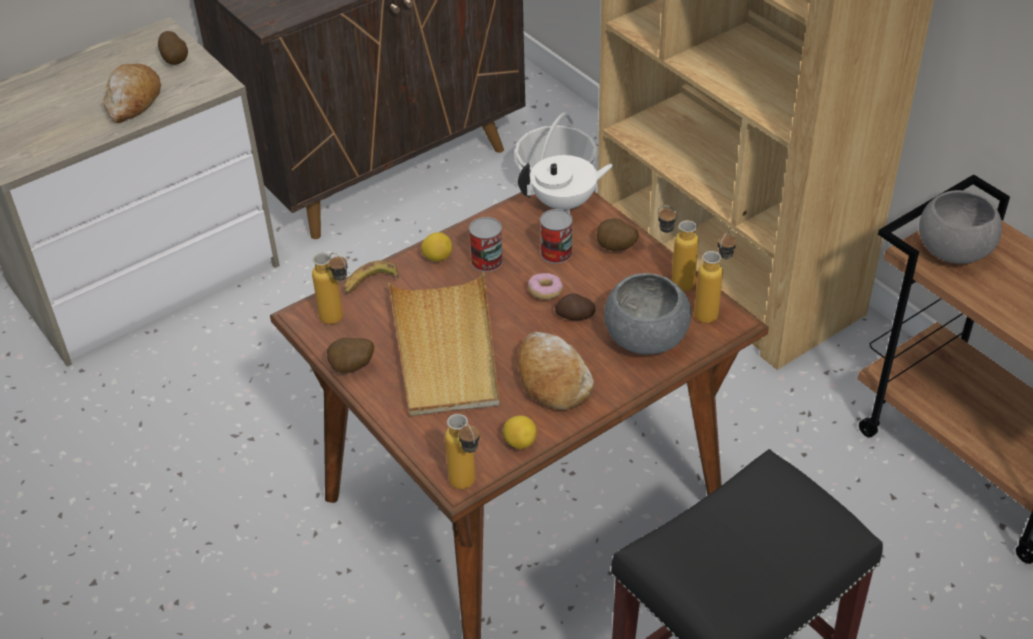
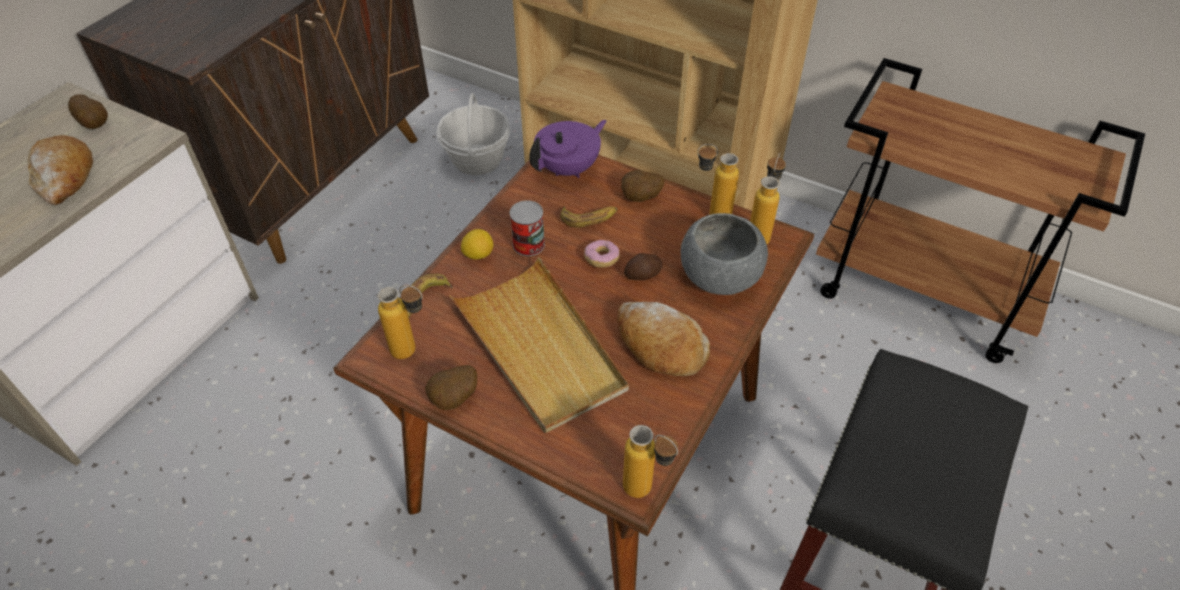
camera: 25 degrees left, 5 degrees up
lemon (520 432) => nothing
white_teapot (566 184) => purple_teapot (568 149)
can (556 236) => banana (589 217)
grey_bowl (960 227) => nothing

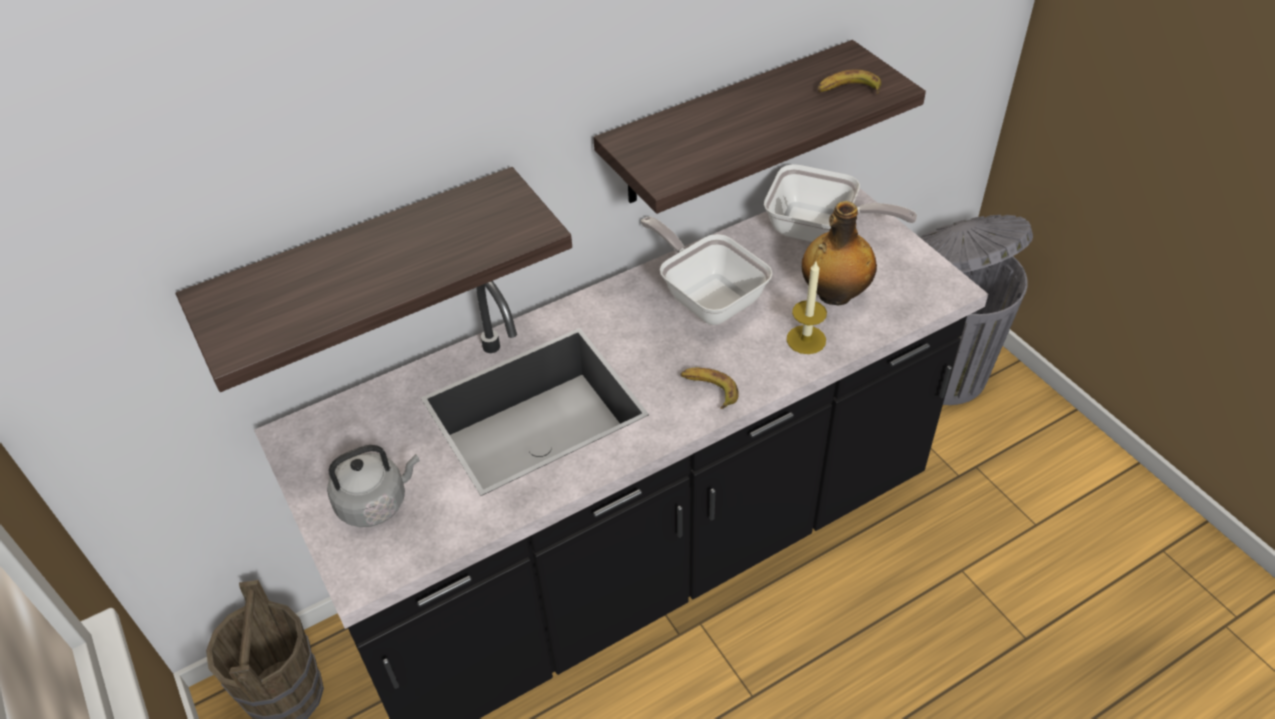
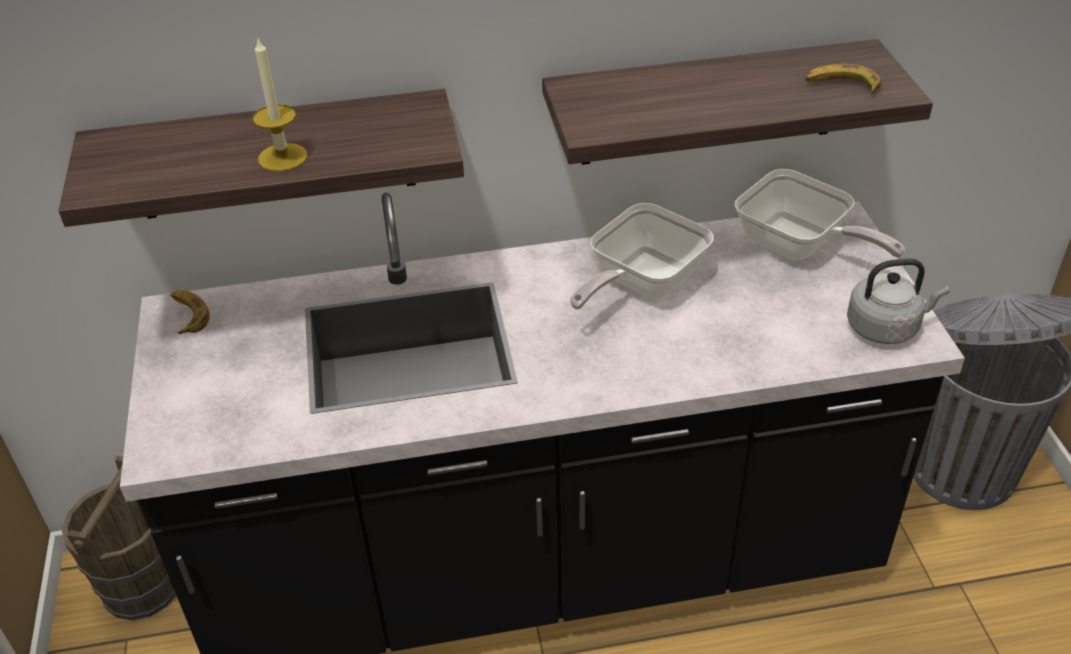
camera: 20 degrees right, 5 degrees down
grey_kettle (373 486) => grey_kettle (898 301), move
frying_pan (707 271) => frying_pan (642 256), 120 degrees counterclockwise
banana (709 388) => banana (190 312), move
candle (806 308) => candle (280 105), move
bottle (839 253) => nothing

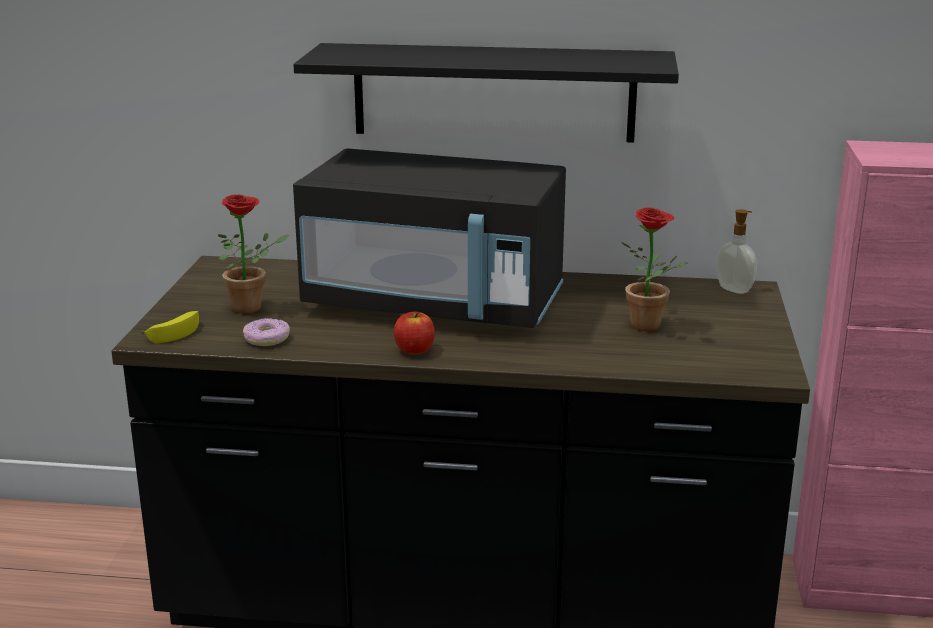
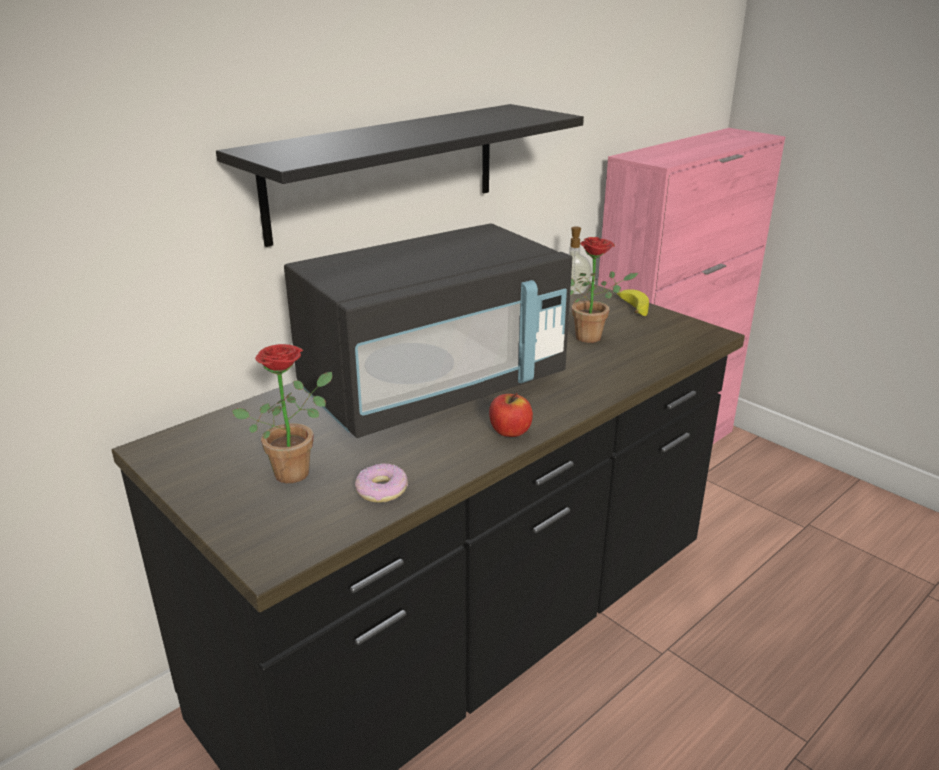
camera: 50 degrees left, 5 degrees up
banana (170 327) => banana (633 302), move

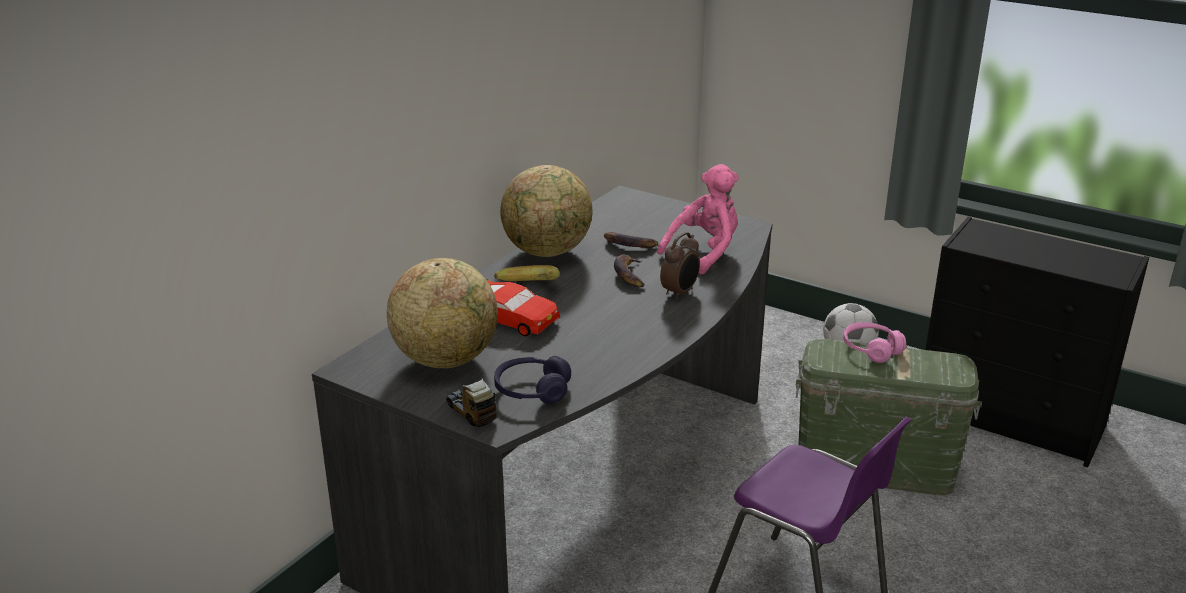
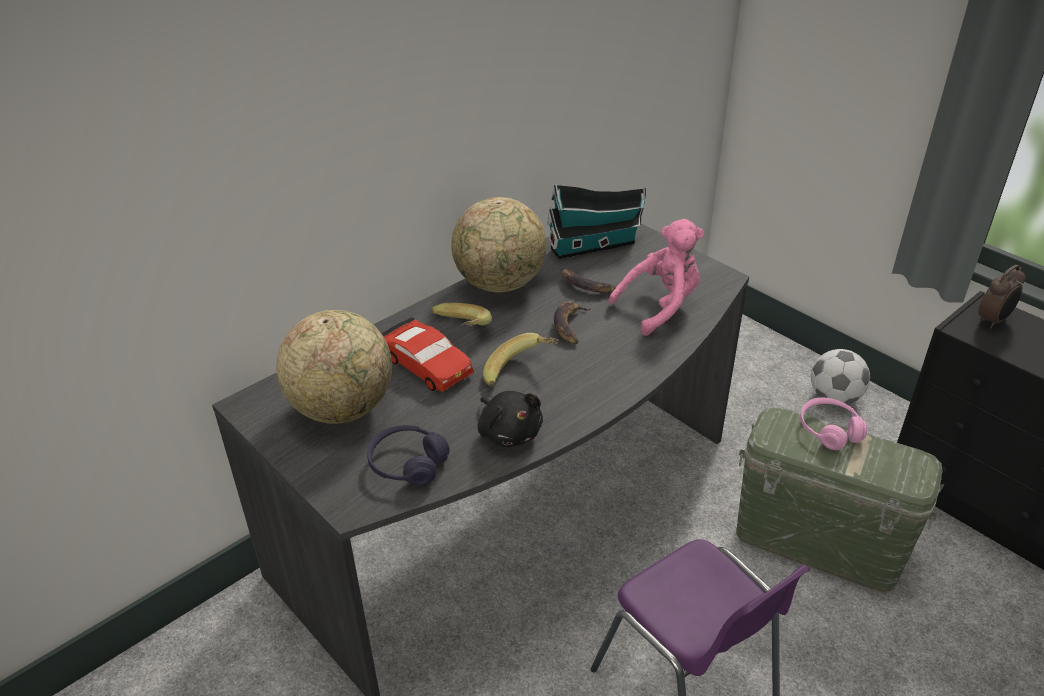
camera: 15 degrees right, 10 degrees up
toy_truck (471 402) => nothing
alarm_clock (680 266) => alarm_clock (1001 297), move
nothing => black_plush_toy (510 419)
nothing => banana (521 359)
nothing => toy_house (596 221)

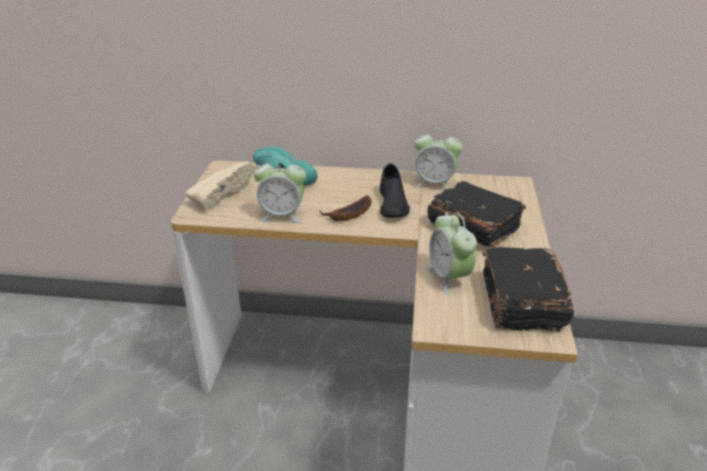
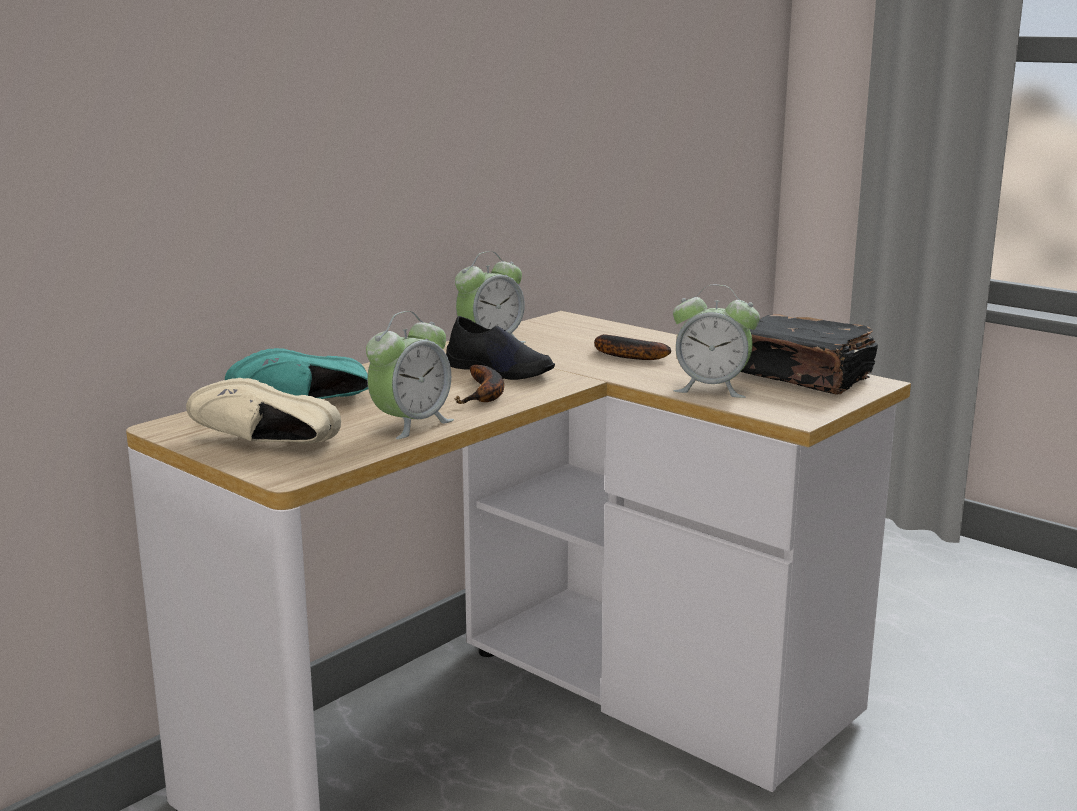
camera: 55 degrees left, 15 degrees down
beige_shoe (219 186) => beige_shoe (263 411), 60 degrees counterclockwise
black_book (476 214) => banana (632 347)

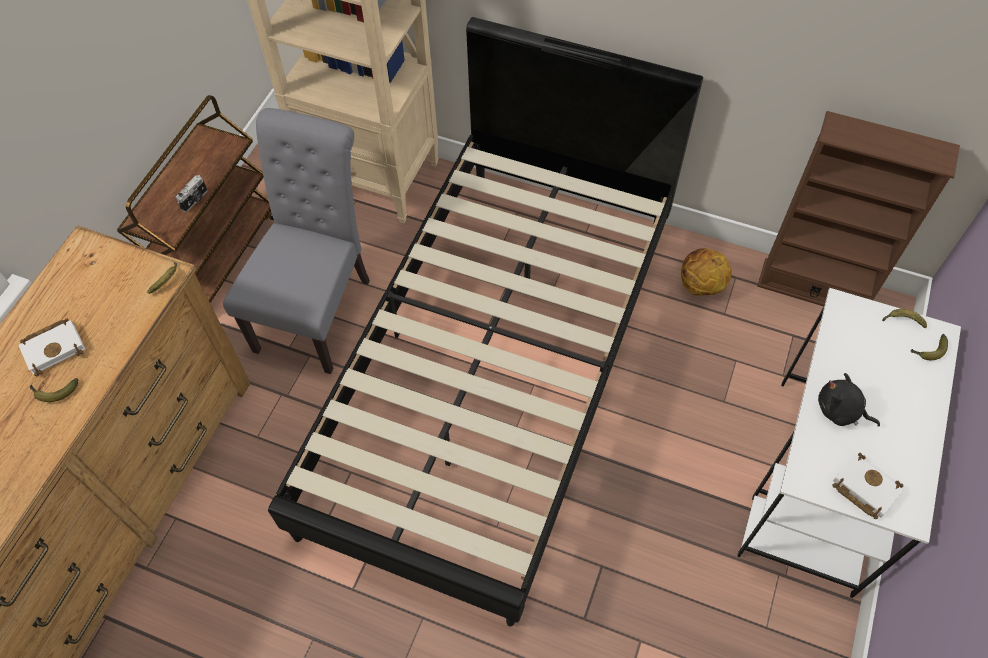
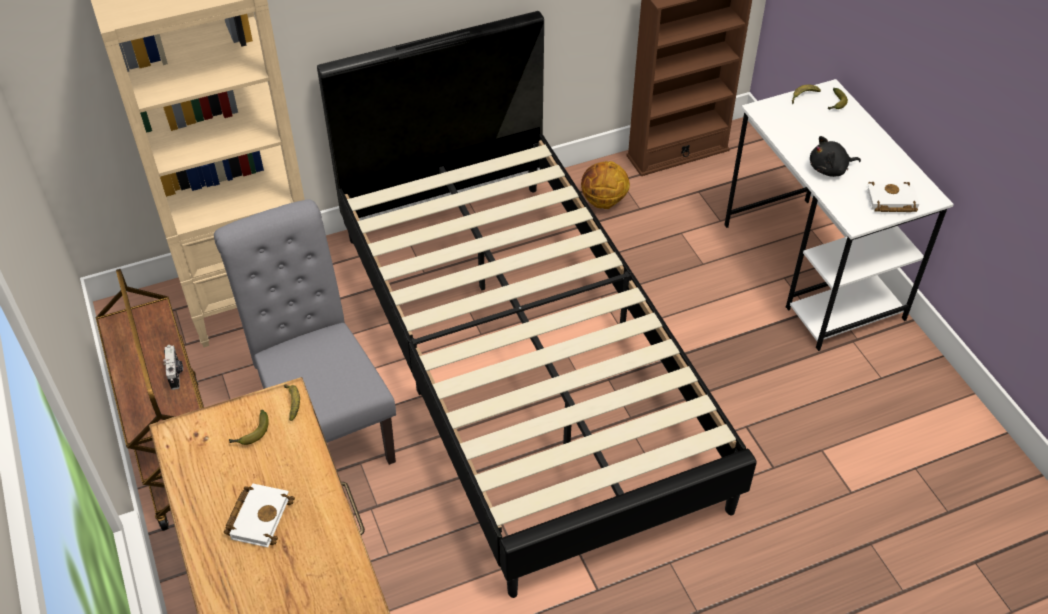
camera: 45 degrees left, 10 degrees down
banana (54 390) => banana (249 427), move

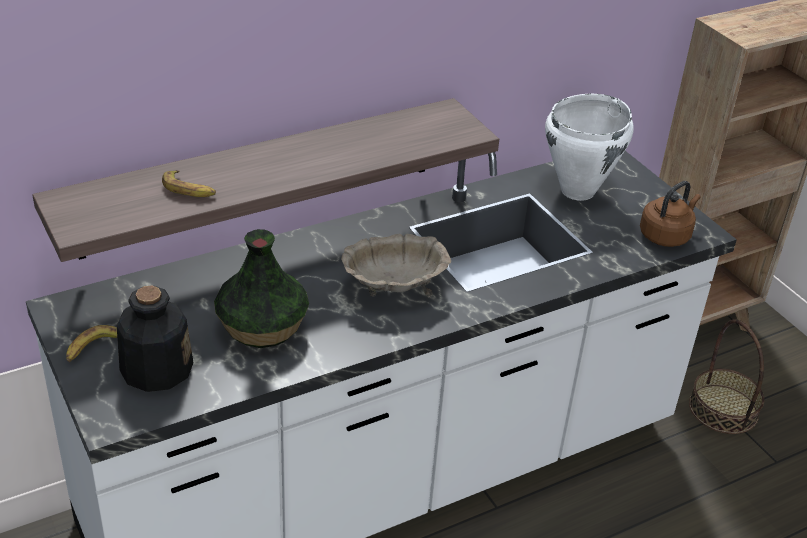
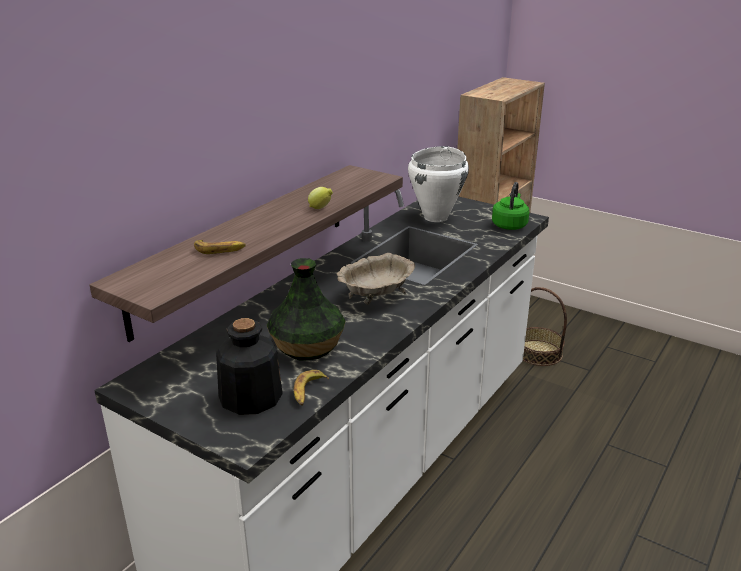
camera: 25 degrees left, 10 degrees down
banana (91 343) => banana (311 388), move
brown_kettle (670 214) => green_kettle (510 206)
nothing => lemon (320 198)

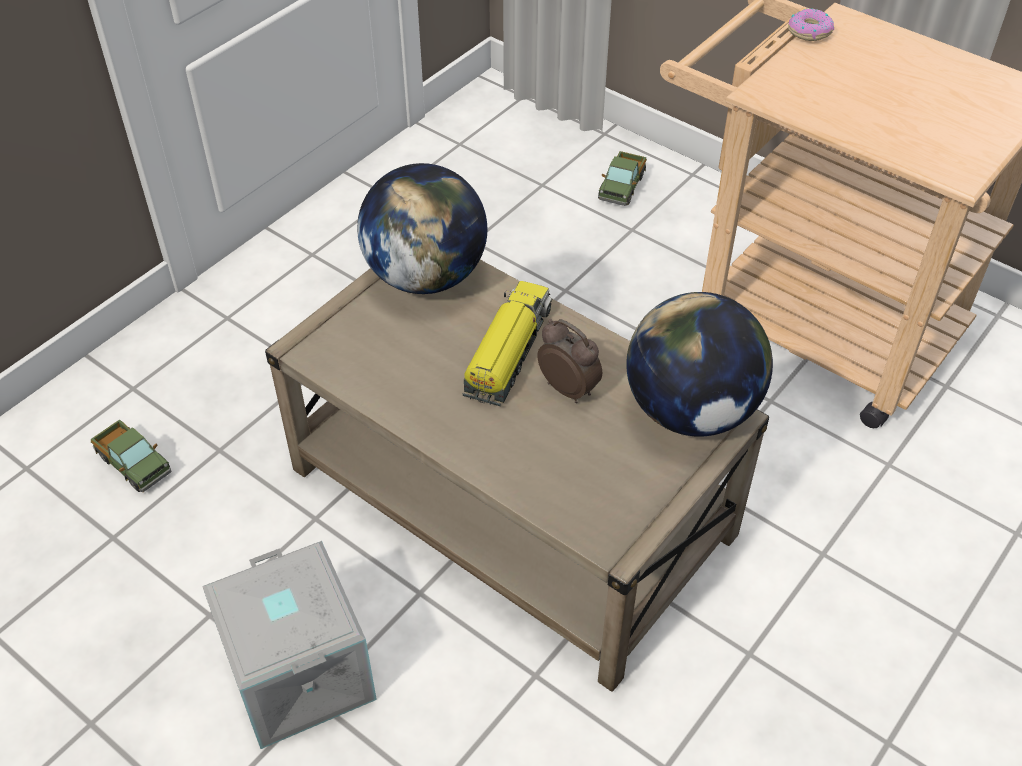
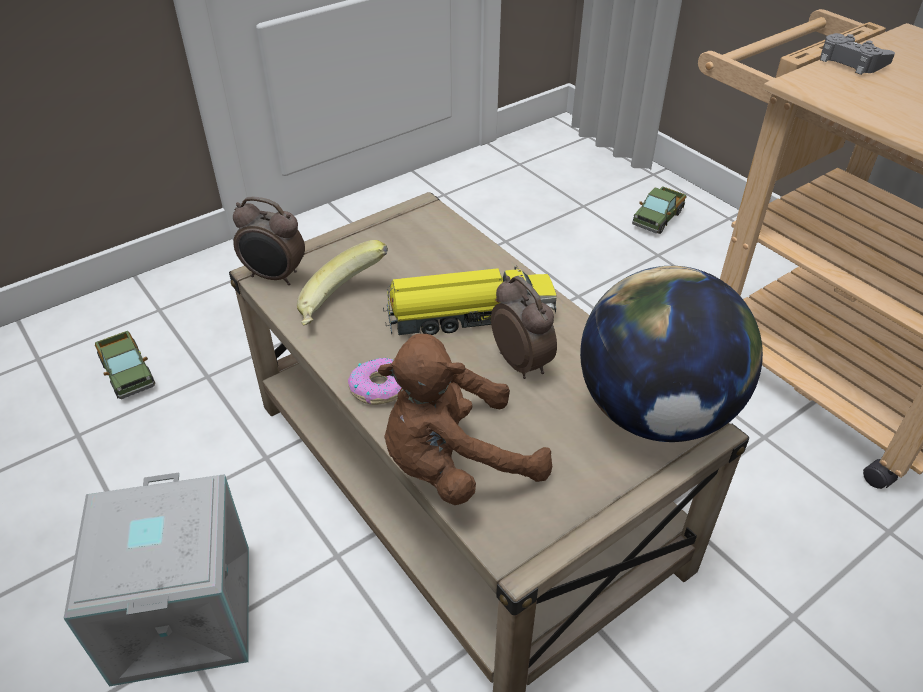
camera: 15 degrees right, 5 degrees down
globe (422 228) => nothing
toy_truck (507 343) => toy_truck (470 300), 45 degrees clockwise
donut (811 24) => donut (374 381), move
nothing => alarm_clock (269 241)
nothing => banana (342 283)
nothing => brown_plush_toy (465 419)
nothing => grey_game_controller (857 54)

